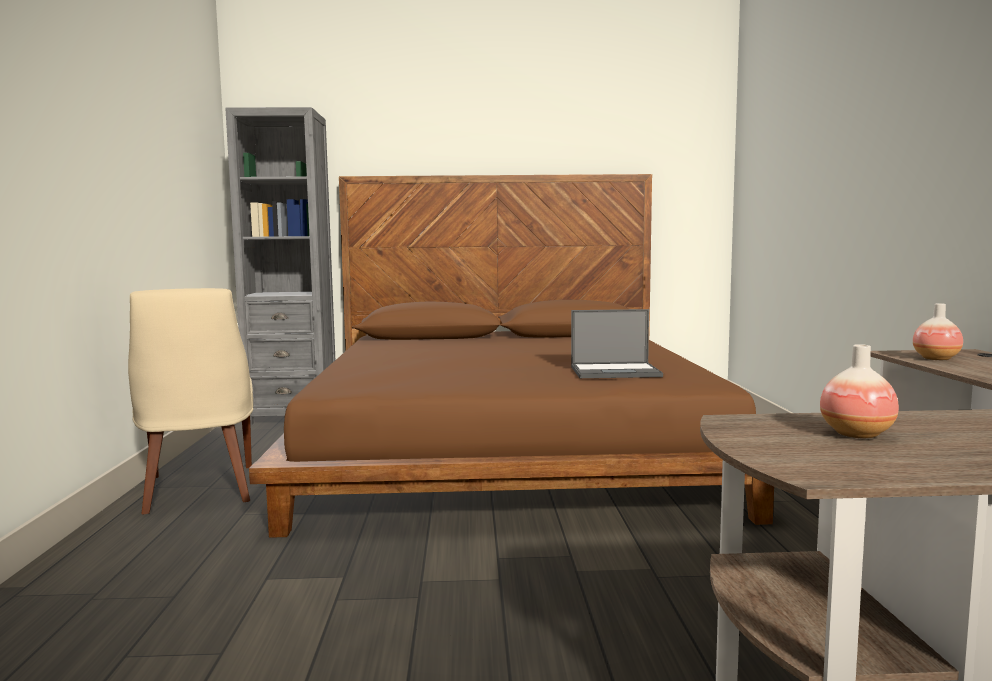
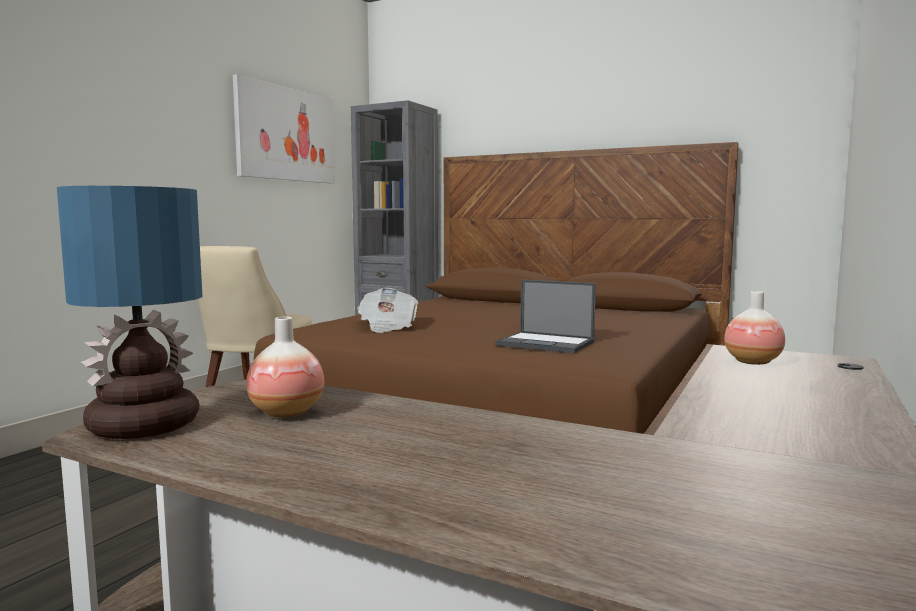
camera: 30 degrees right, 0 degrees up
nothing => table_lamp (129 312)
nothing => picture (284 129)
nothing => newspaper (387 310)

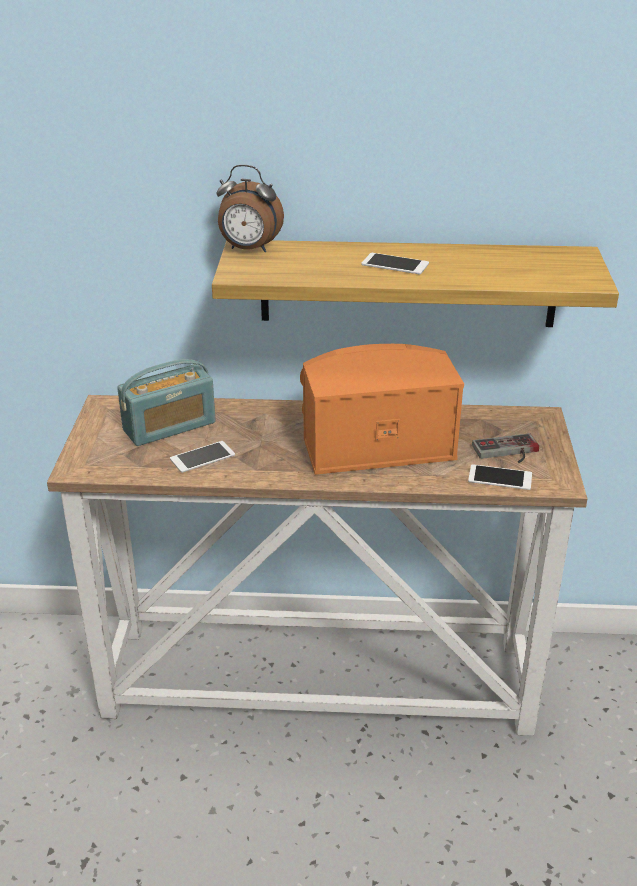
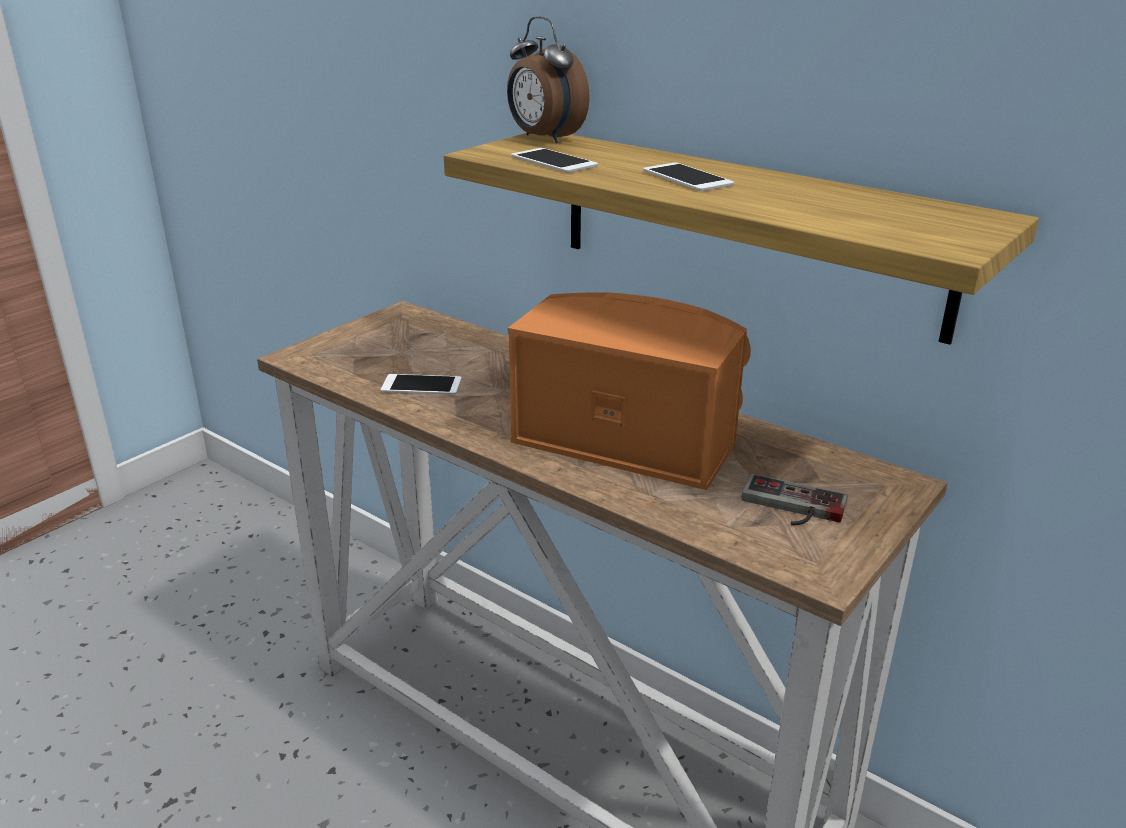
camera: 35 degrees right, 5 degrees down
radio (166 402) => nothing
phone (500 477) => phone (554 160), move

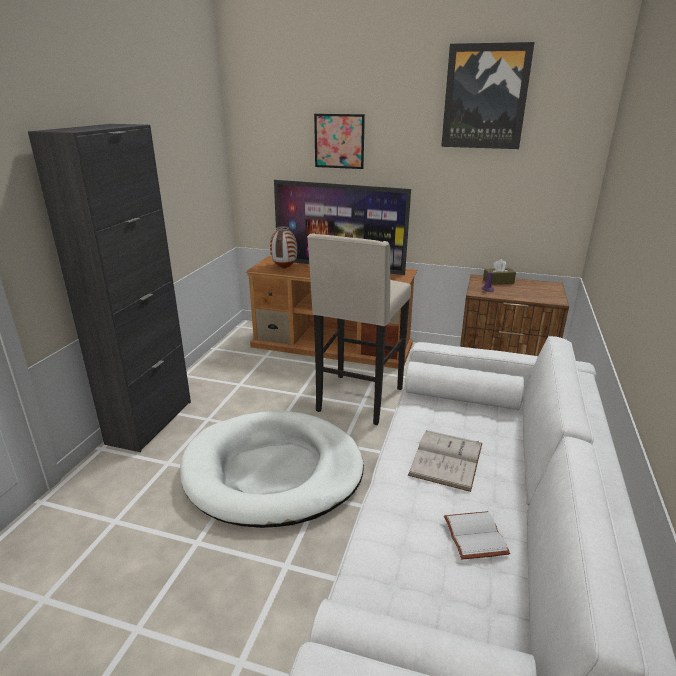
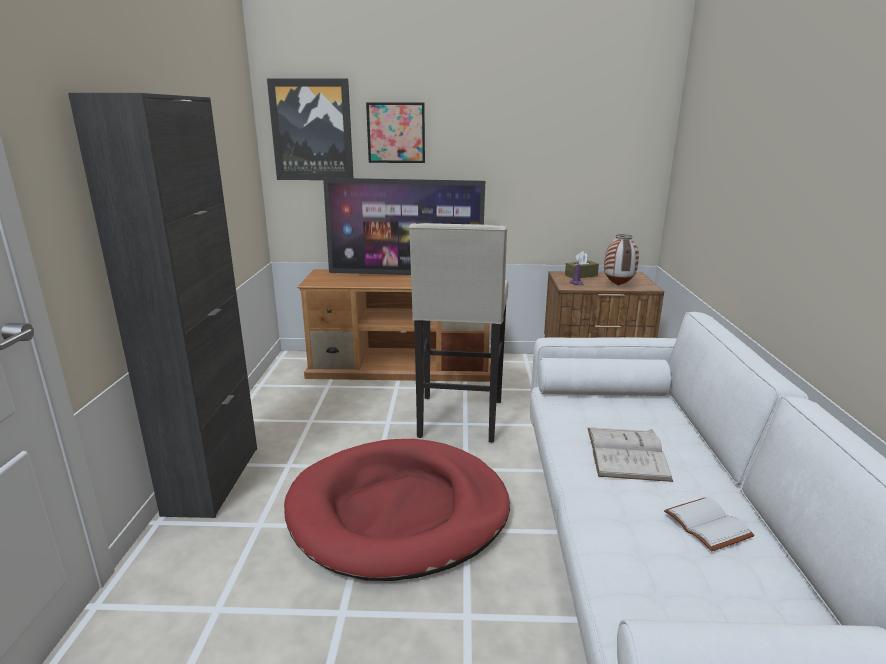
camera: 15 degrees left, 5 degrees down
white_dog_bed (272 469) => red_dog_bed (397 510)
vase (283 247) => vase (621 260), move
picture (488 95) => picture (310 129), move

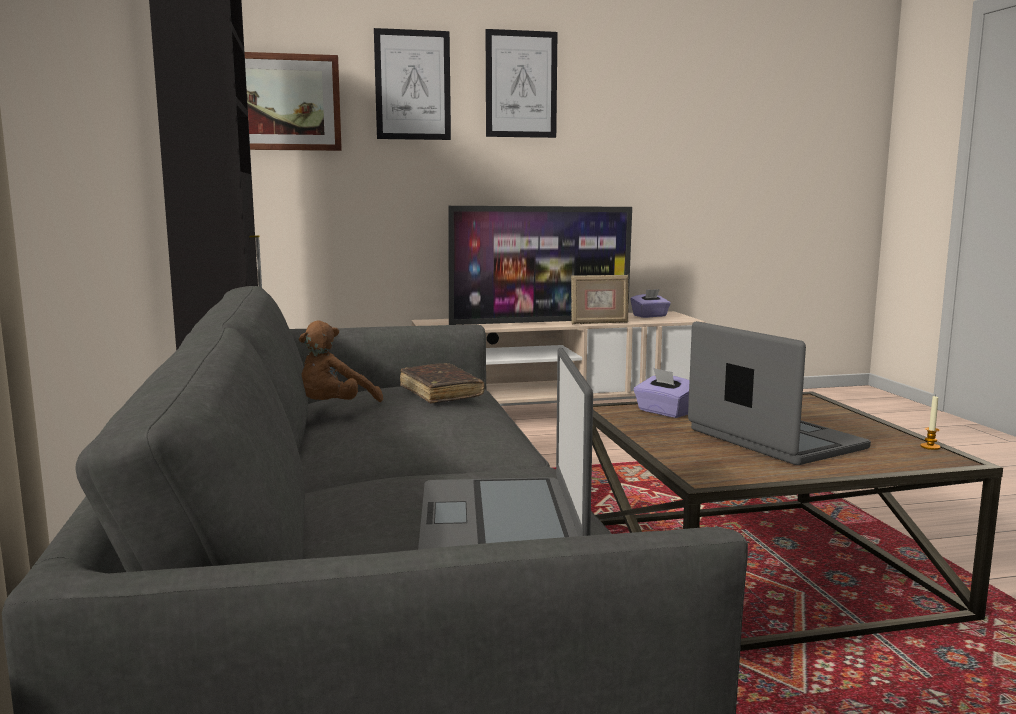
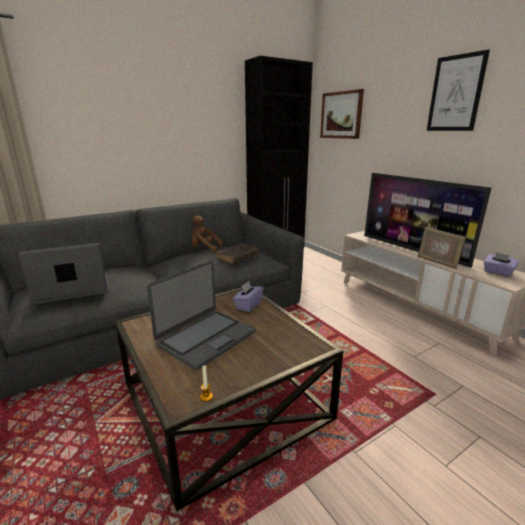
camera: 70 degrees right, 10 degrees up
picture (412 84) => nothing

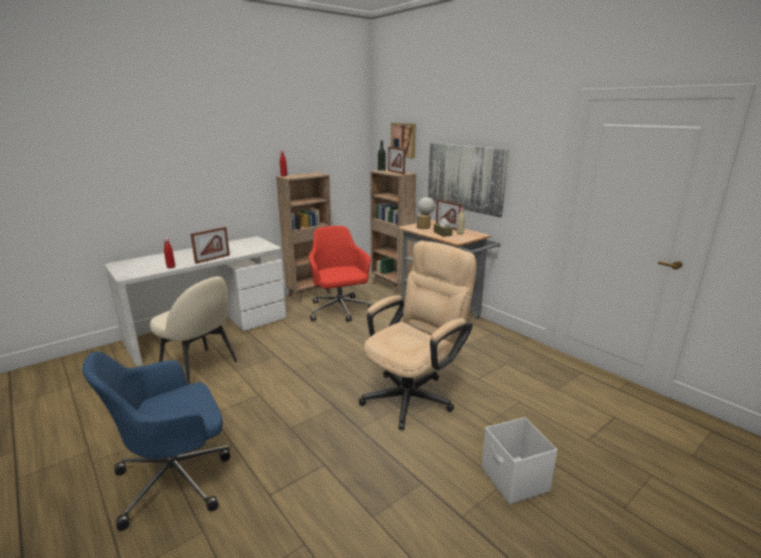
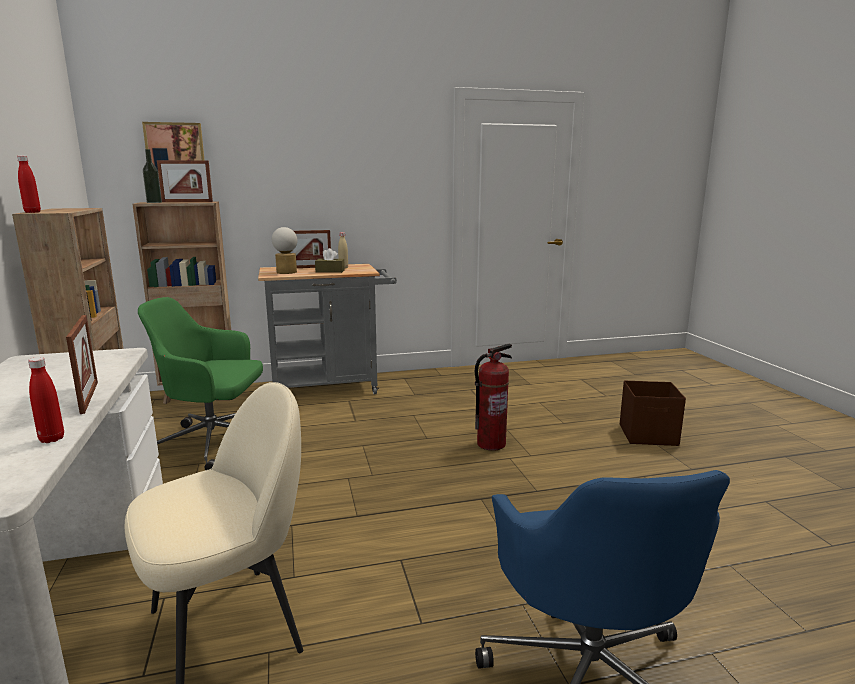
camera: 65 degrees left, 5 degrees down
red_office_chair (341 274) => green_office_chair (200 383)
beige_office_chair (418 335) => fire_extinguisher (493 397)
picture (468 180) => nothing
white_storage_box (519 461) => brown_storage_box (653 413)

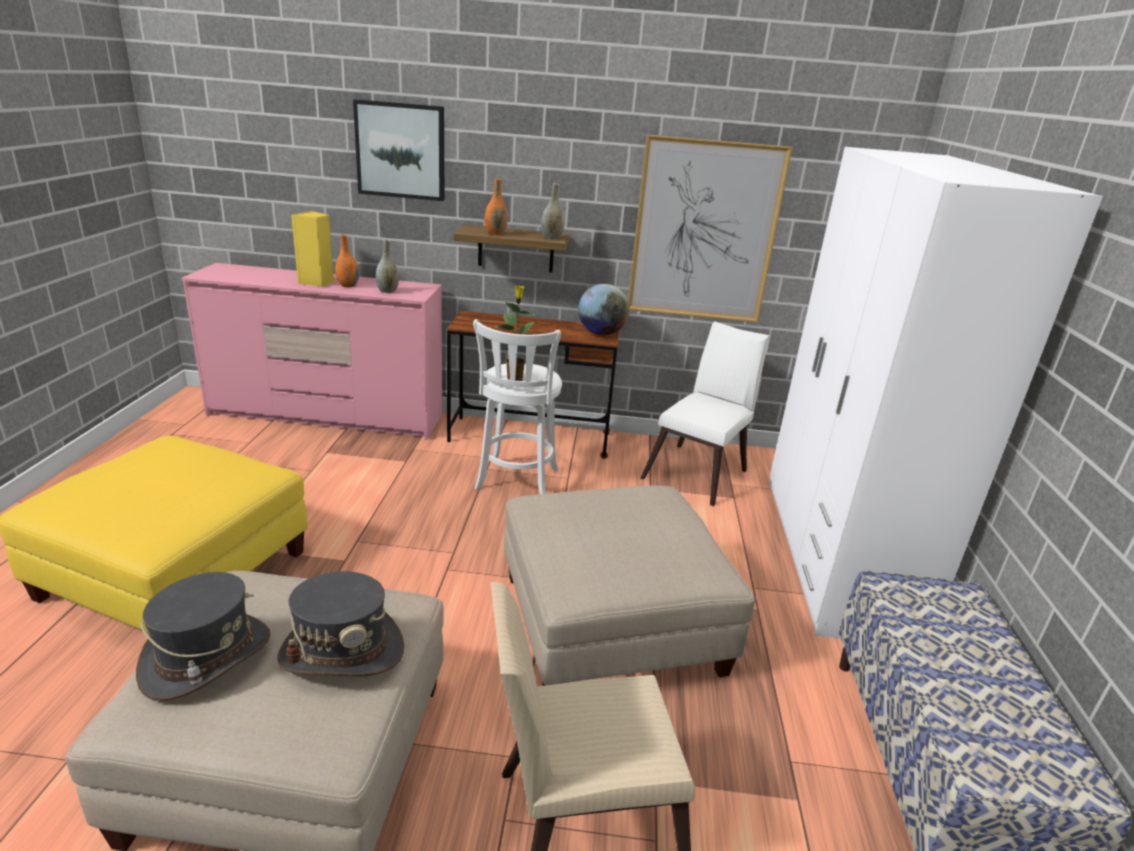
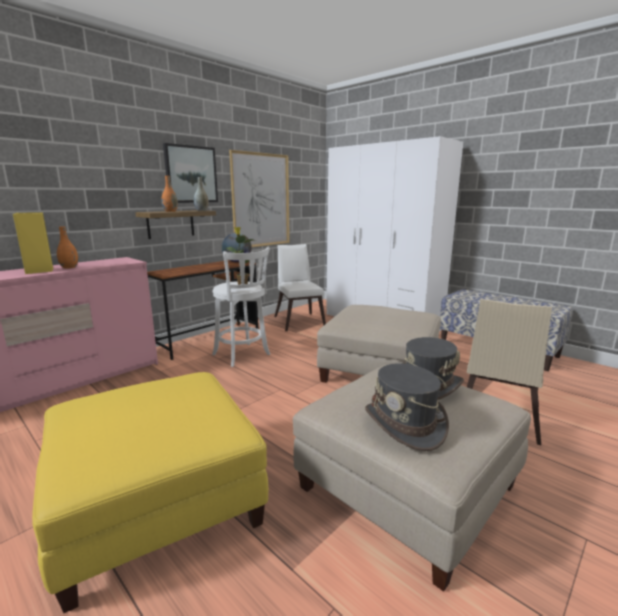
camera: 50 degrees left, 10 degrees down
picture (398 150) => picture (190 173), move
grey_vase (387 266) => nothing

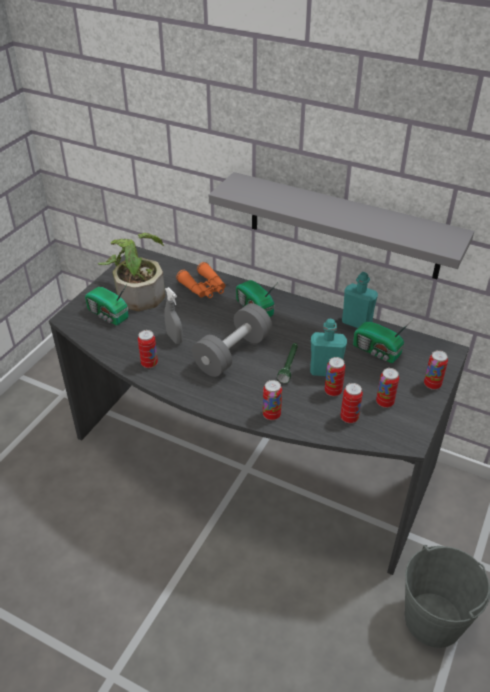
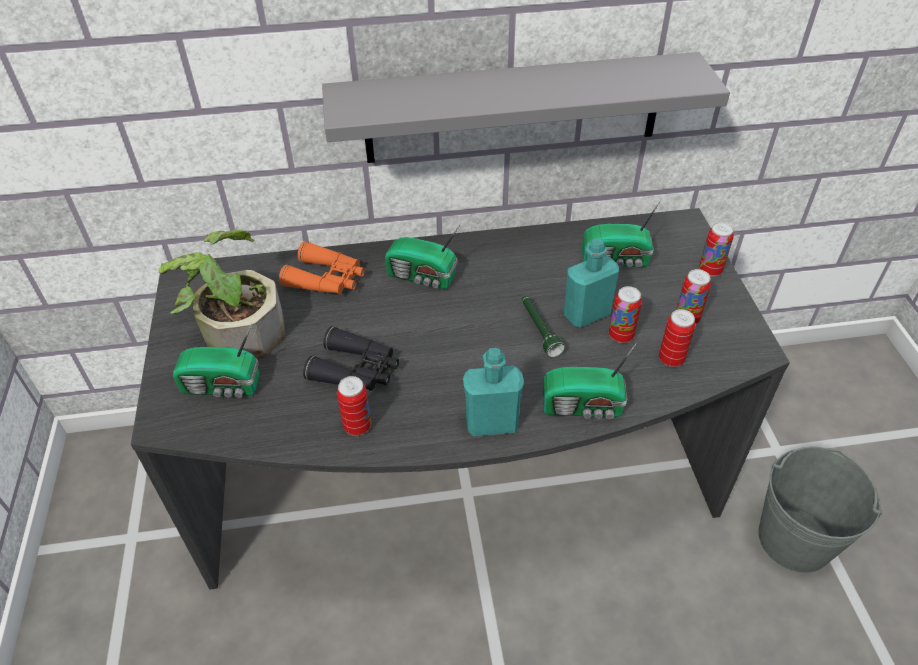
camera: 35 degrees left, 5 degrees up
grey_spray_bottle (173 315) => black_binoculars (351 358)
grey_dumbbell (232 340) => nothing
can (272 400) => radio (590 381)
turquoise_bottle (360 300) => turquoise_bottle (493 392), move

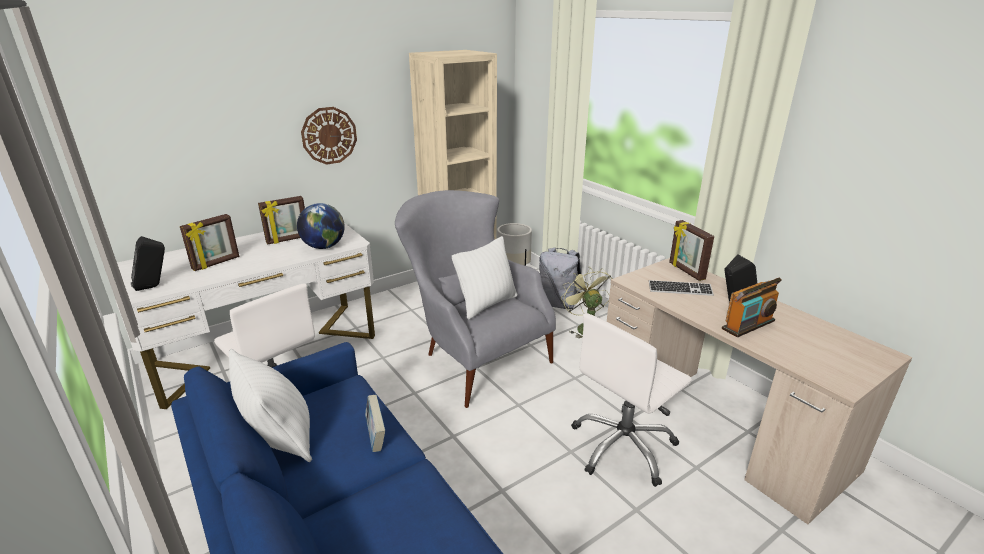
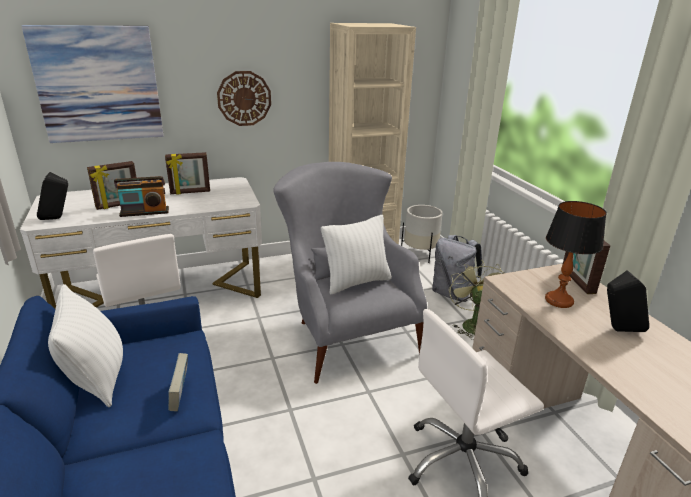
camera: 15 degrees right, 0 degrees up
globe (321 226) => nothing
keyboard (681 288) => table_lamp (576 254)
radio (752 307) => radio (141 196), move
nothing => picture (93 84)

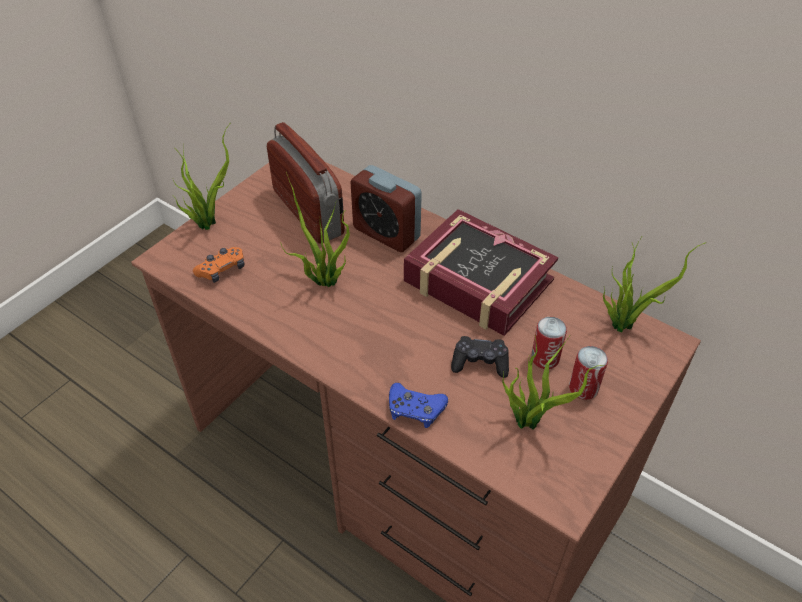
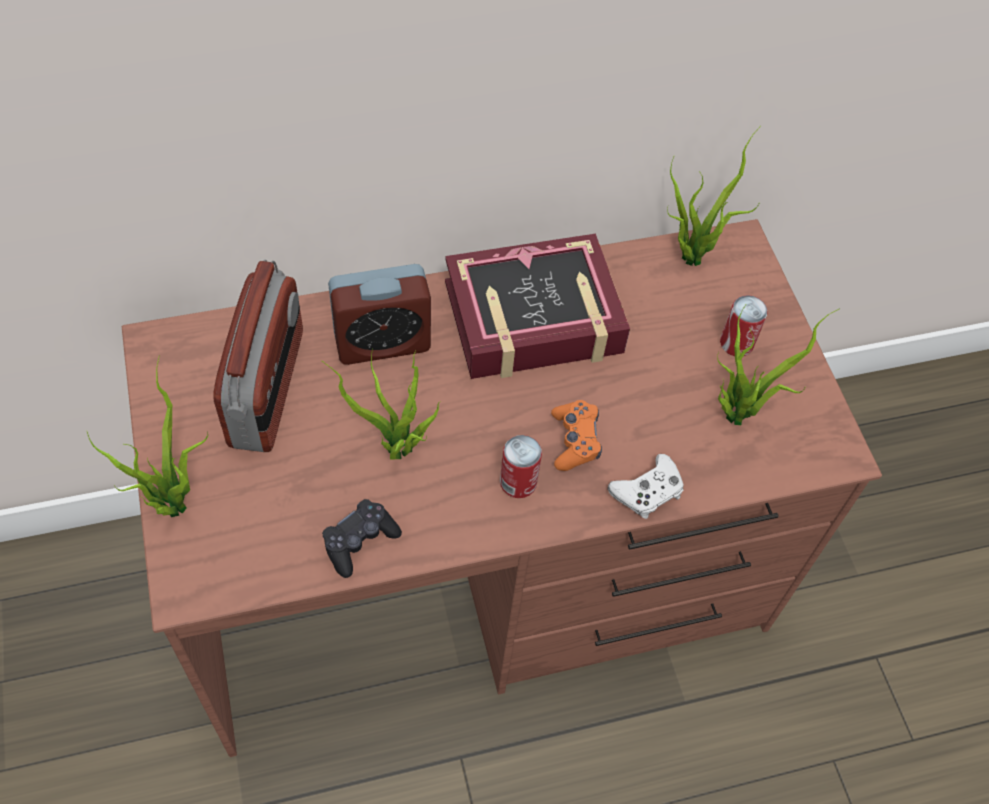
camera: 55 degrees left, 10 degrees up
orange_game_controller (219 265) => orange_game_controller (576 435), move
radio (306 183) => radio (258 356), 90 degrees clockwise
blue_game_controller (418 405) => white_game_controller (646 486)
black_game_controller (480 357) => black_game_controller (362 538), move
can (549 343) => can (521 466), move

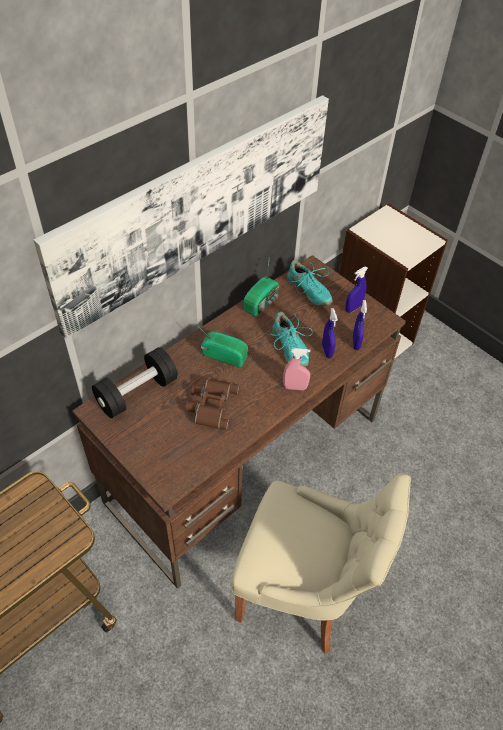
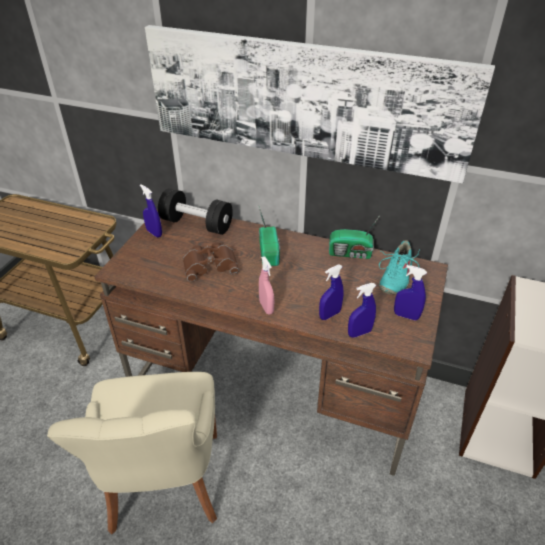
camera: 65 degrees right, 10 degrees down
turquoise_shoe (291 339) => nothing
nothing => blue_spray_bottle (151 211)

